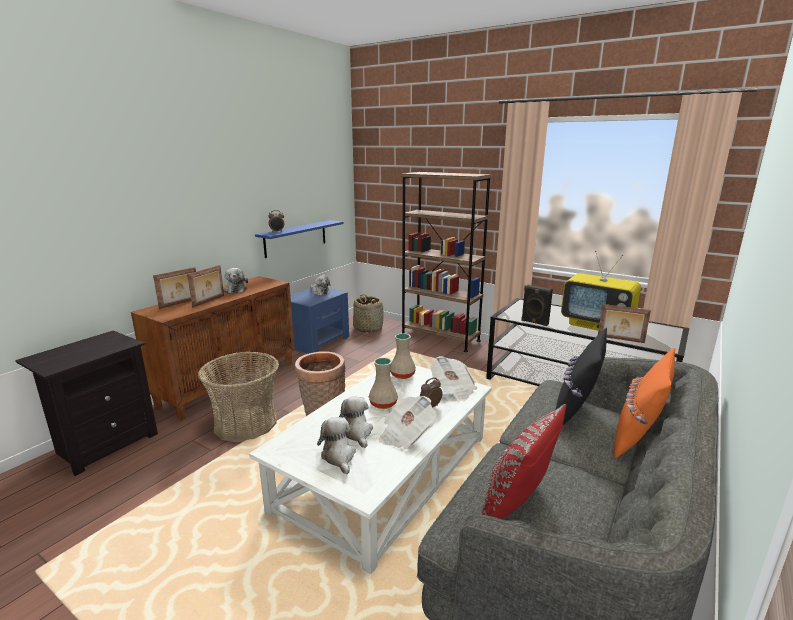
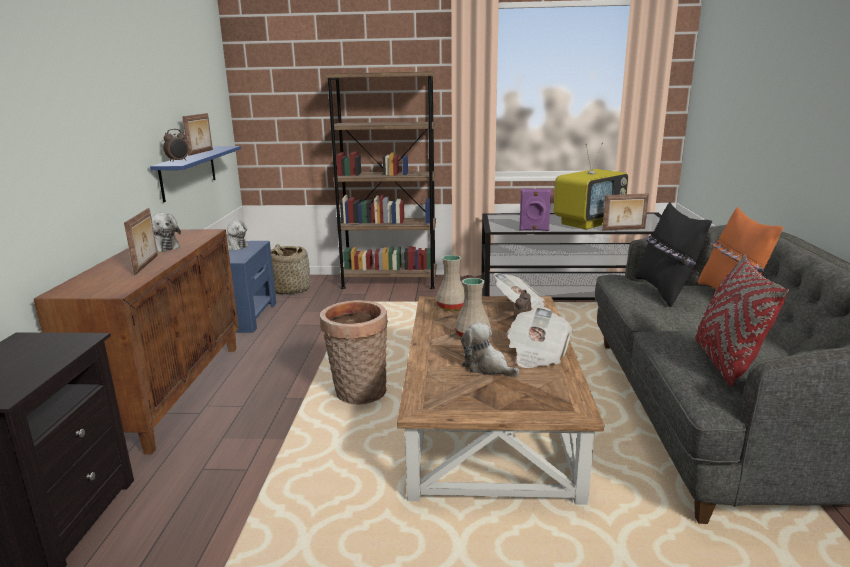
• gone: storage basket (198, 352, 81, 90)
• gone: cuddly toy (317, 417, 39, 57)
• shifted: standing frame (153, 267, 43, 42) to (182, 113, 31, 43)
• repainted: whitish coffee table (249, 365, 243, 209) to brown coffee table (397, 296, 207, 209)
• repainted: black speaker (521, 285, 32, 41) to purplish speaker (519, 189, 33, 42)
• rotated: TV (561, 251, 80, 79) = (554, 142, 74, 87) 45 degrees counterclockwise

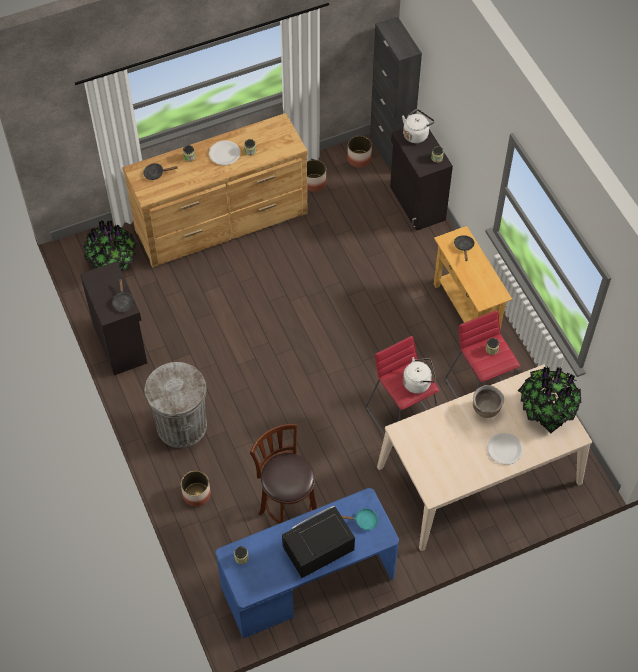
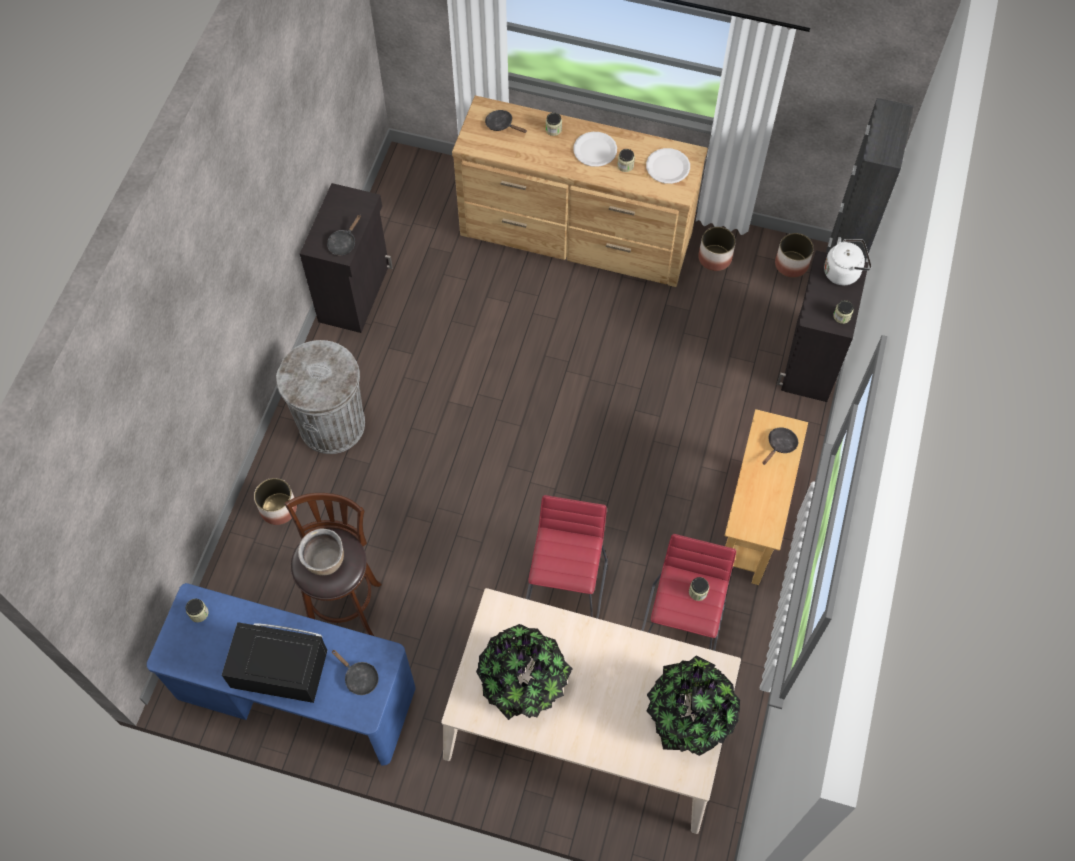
• gone: whitish tea kettle (403, 357, 33, 36)
• shifted: plant in a pot (83, 221, 54, 50) to (476, 624, 97, 96)
• shifted: brown saucepot (473, 385, 31, 33) to (298, 528, 46, 47)
• shifted: whitish plate (487, 433, 36, 32) to (646, 148, 44, 36)
• repainted: turquoise frying pan (341, 509, 37, 21) to black frying pan (332, 650, 46, 45)

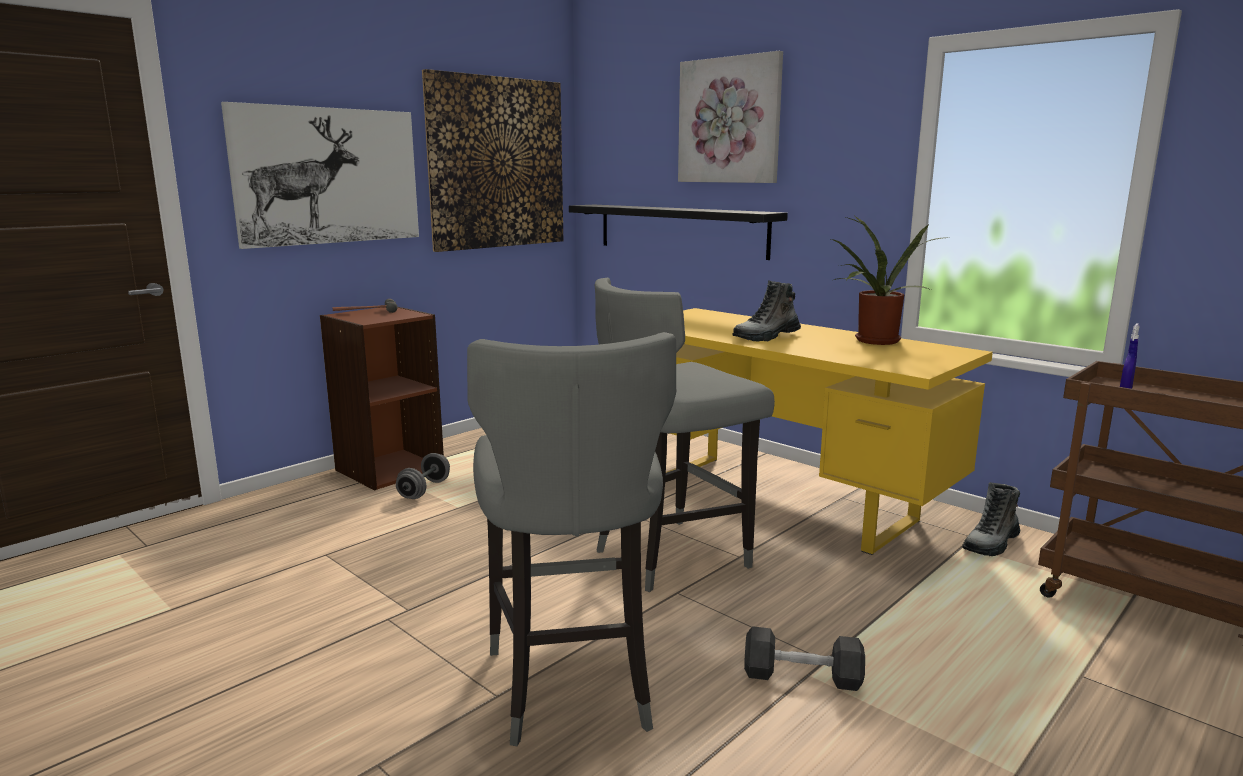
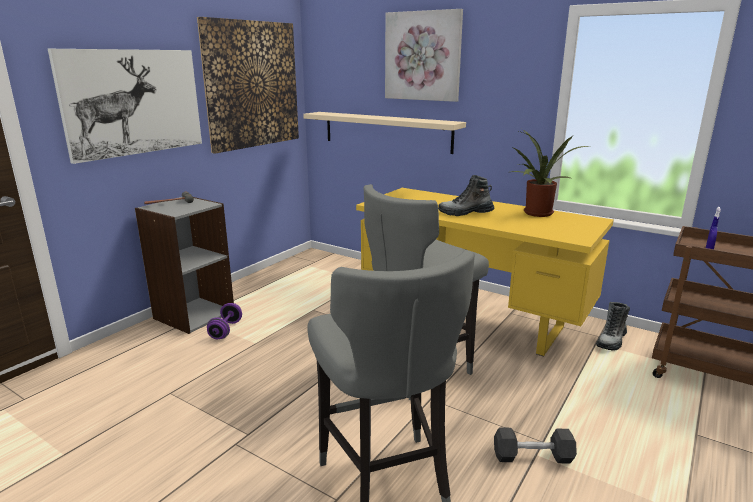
• repainted: brown bookcase (320, 307, 124, 183) to greyish bookcase (135, 197, 99, 137)
• repainted: greyish free weight (396, 453, 54, 46) to purplish free weight (207, 303, 35, 36)
• repainted: black shelf (569, 205, 219, 55) to sand-coloured shelf (303, 112, 163, 42)
• rotated: boot (733, 280, 68, 62) = (438, 175, 56, 41) 45 degrees clockwise

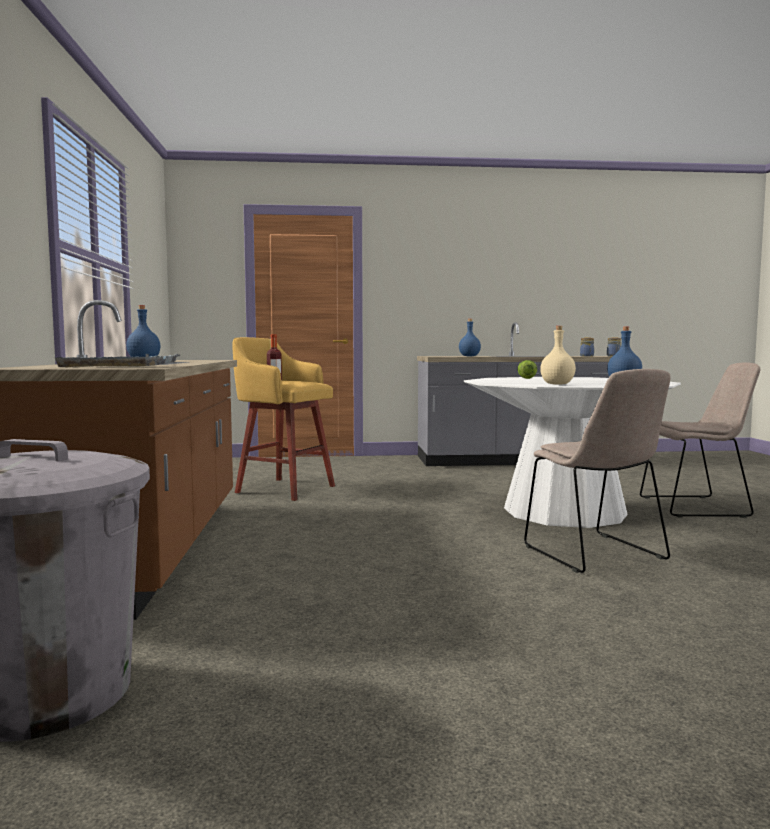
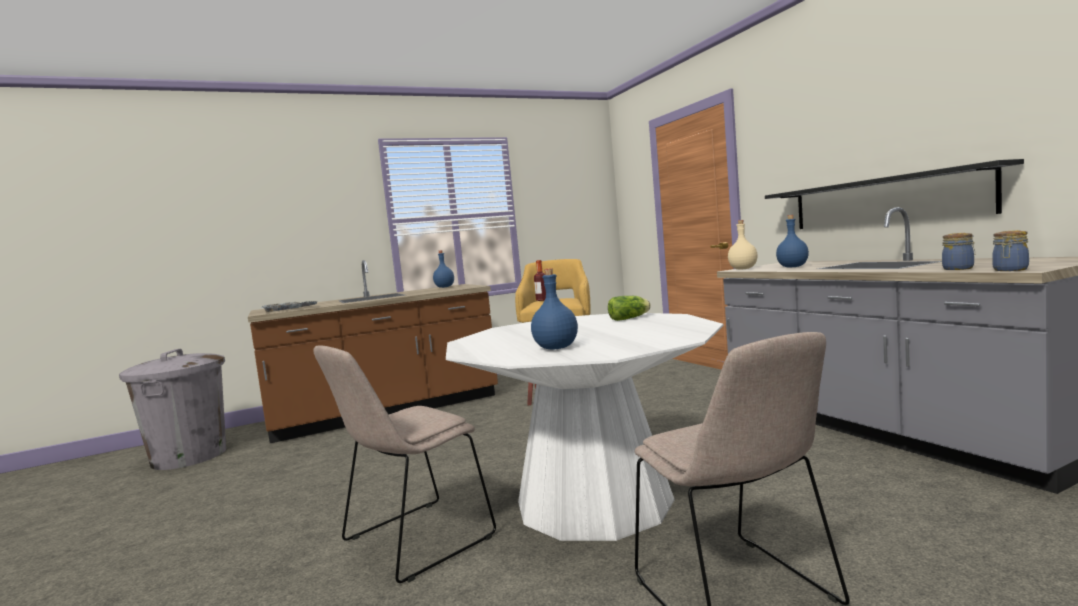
• new: black shelf (765, 159, 259, 70)
• shifted: sand-coloured bottle (540, 326, 36, 59) to (728, 220, 29, 49)

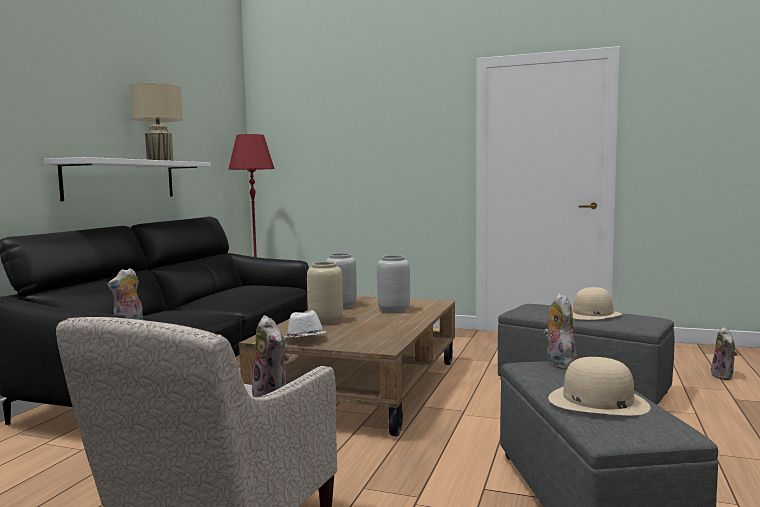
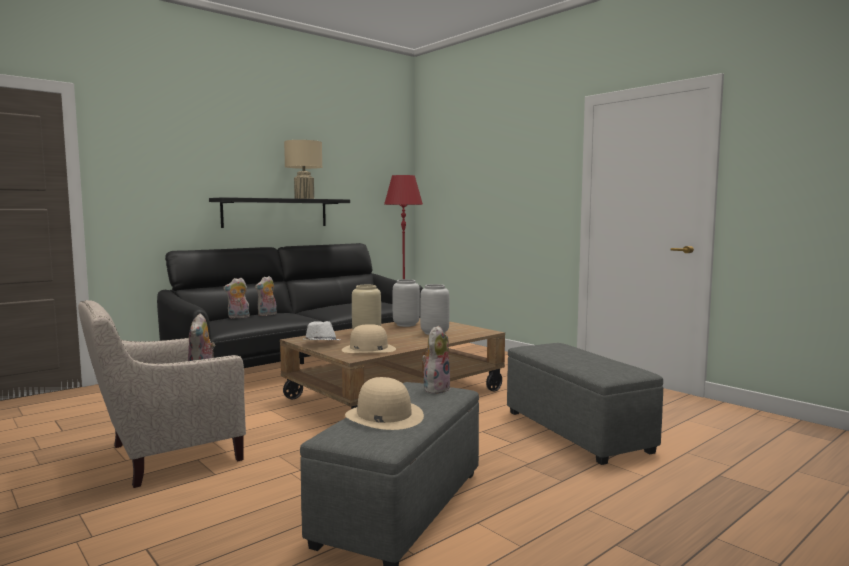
• shifted: sand-coloured hat (572, 287, 50, 33) to (342, 324, 54, 29)
• shifted: cuddly toy (711, 327, 27, 53) to (255, 276, 22, 40)
• repainted: whitish shelf (44, 157, 167, 44) to black shelf (209, 197, 141, 31)

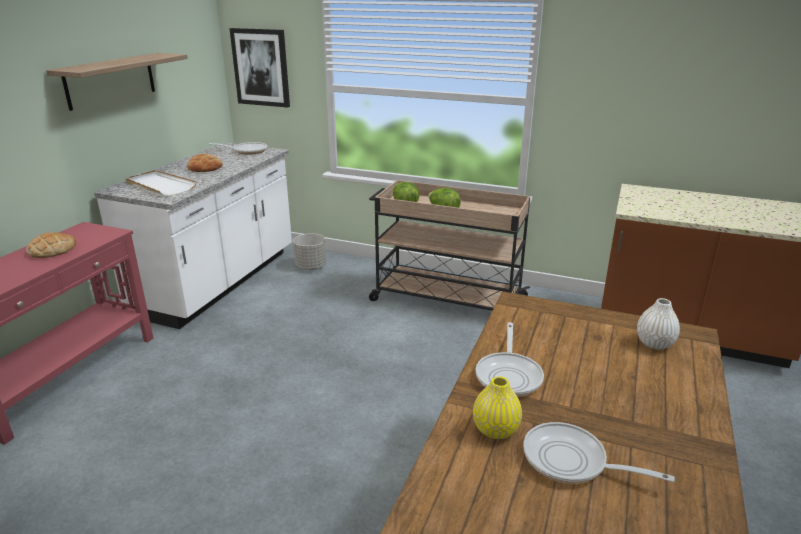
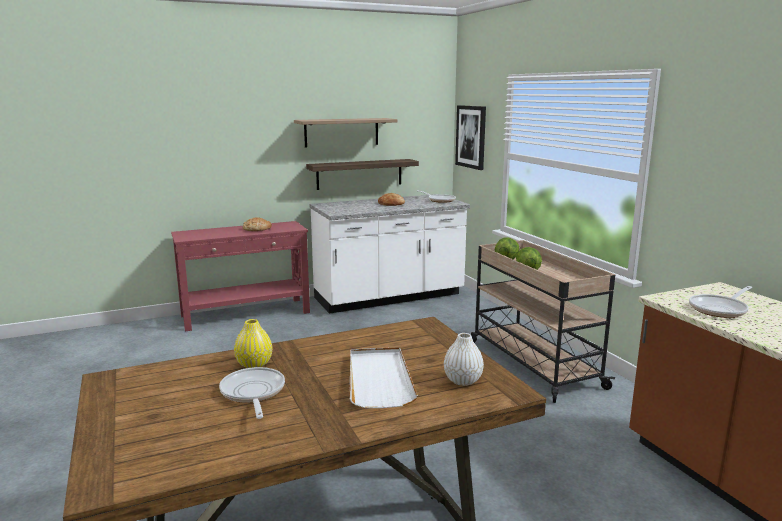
• gone: greyish planter (293, 233, 33, 37)
• new: shelf (306, 159, 113, 31)
• shifted: whitish serving tray (125, 170, 72, 26) to (349, 347, 69, 61)
• shifted: frying pan (476, 322, 68, 75) to (689, 286, 63, 32)

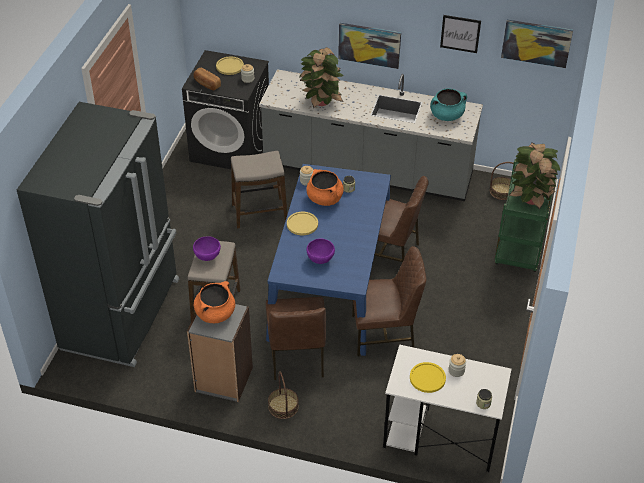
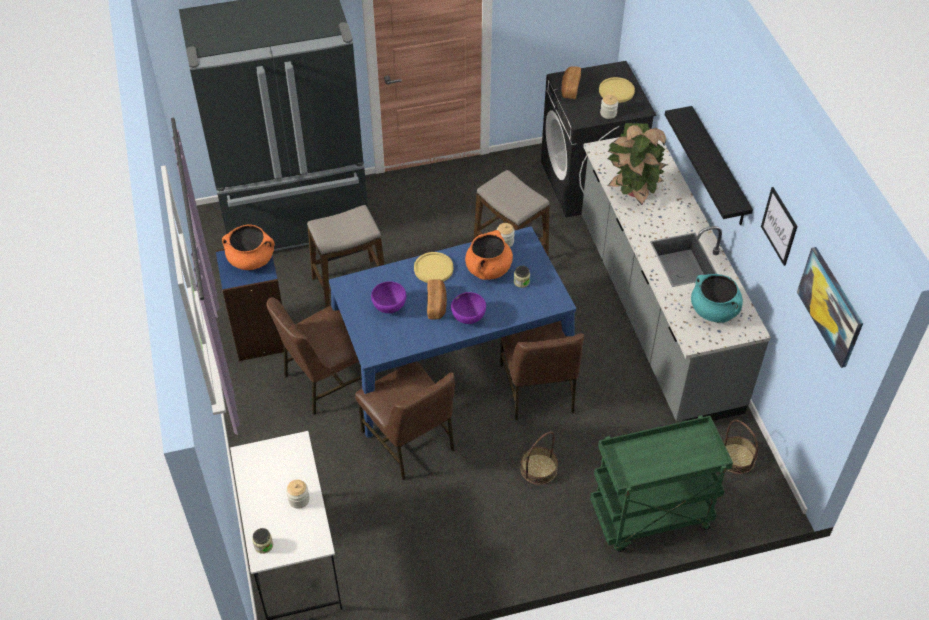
• gone: yellowish plate (410, 362, 36, 31)
• gone: plant in a pot (508, 142, 52, 68)
• new: bread (427, 279, 20, 41)
• shifted: purplish serving bowl (193, 236, 28, 25) to (451, 292, 35, 32)
• shifted: storage basket (268, 371, 31, 48) to (520, 431, 38, 54)
• swapped: wall picture (338, 23, 63, 46) to black shelf (665, 106, 88, 119)
• repainted: greyish bookcase (187, 304, 66, 98) to blue-coloured bookcase (215, 249, 73, 112)

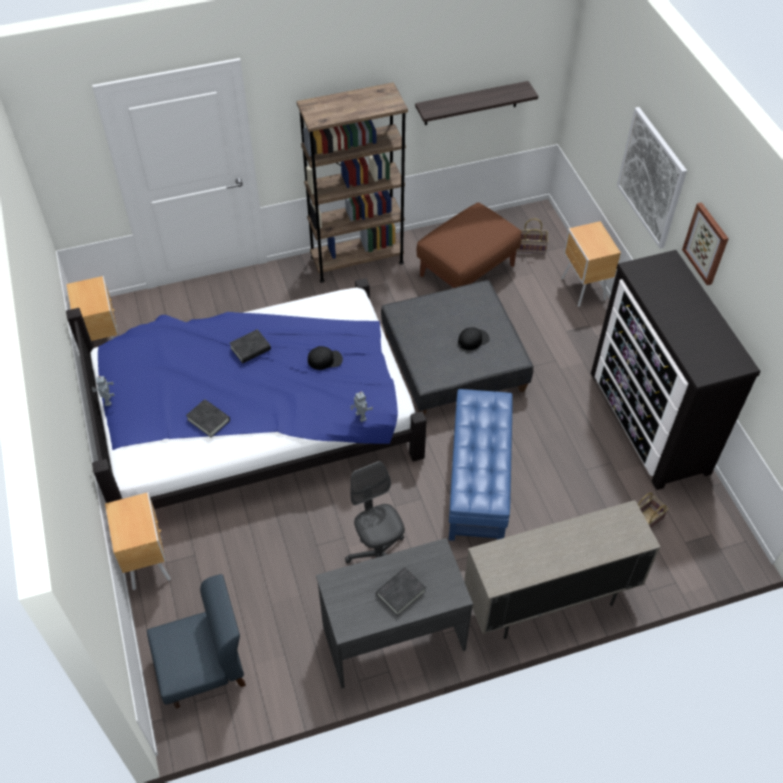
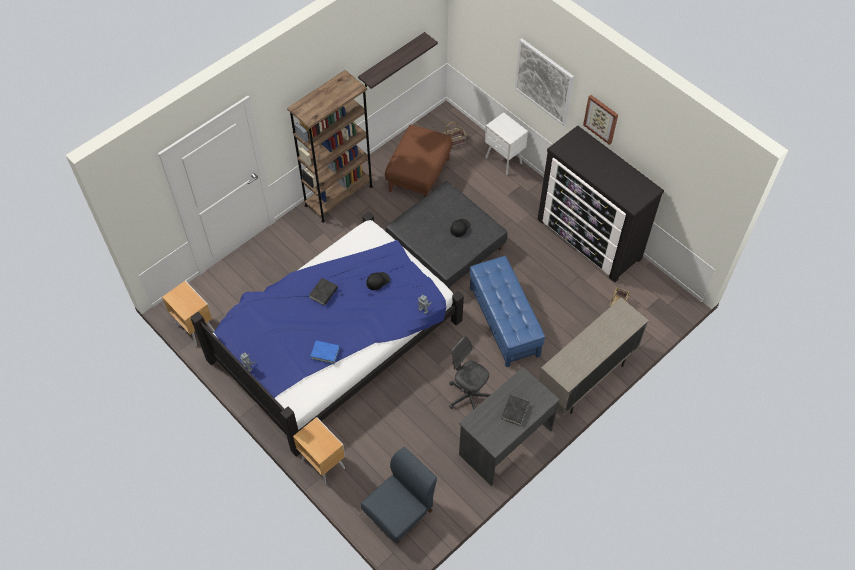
• repainted: black book (186, 399, 44, 38) to blue-coloured book (310, 340, 30, 24)
• repainted: brown bedside table (561, 221, 60, 86) to whitish bedside table (485, 112, 43, 63)

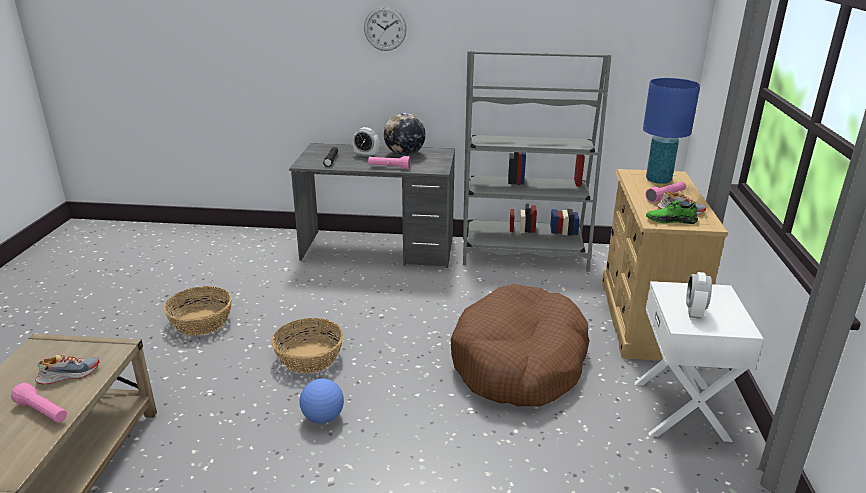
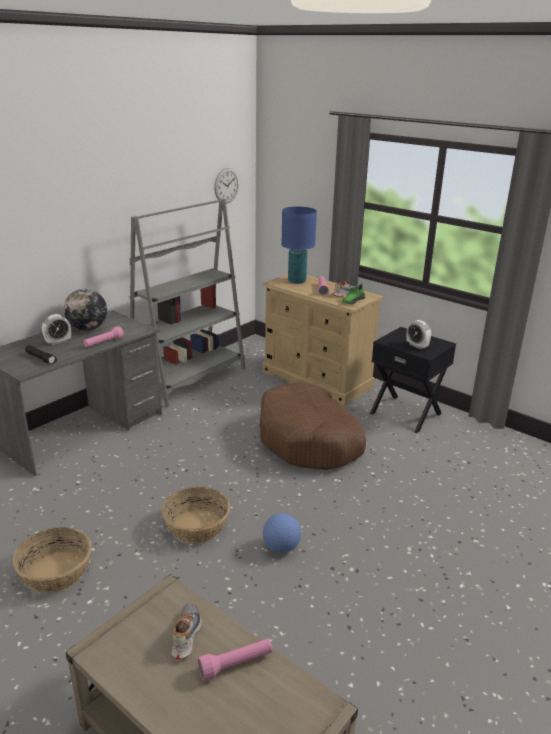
• shifted: hanging clock (364, 6, 43, 45) to (214, 168, 25, 36)
• repainted: whitish bedside table (634, 281, 130, 161) to black bedside table (370, 327, 86, 106)

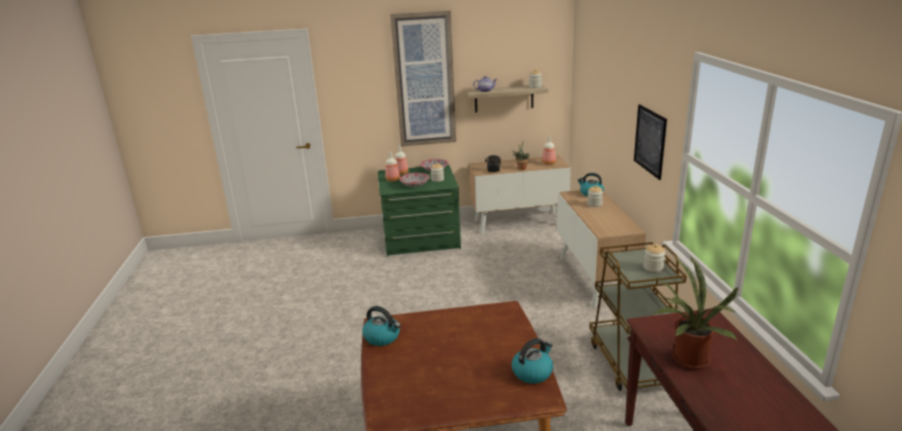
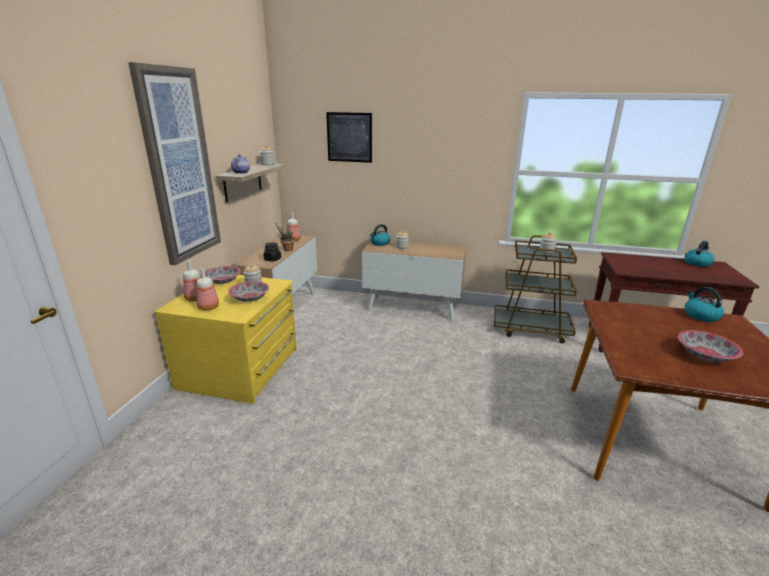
• gone: plant in a pot (652, 256, 86, 113)
• new: serving bowl (678, 330, 65, 32)
• shifted: tea kettle (363, 306, 38, 40) to (685, 241, 29, 26)
• shifted: wall picture (634, 104, 33, 76) to (326, 112, 46, 51)
• repainted: greenish chest of drawers (378, 165, 83, 92) to yellowish chest of drawers (154, 275, 143, 129)

